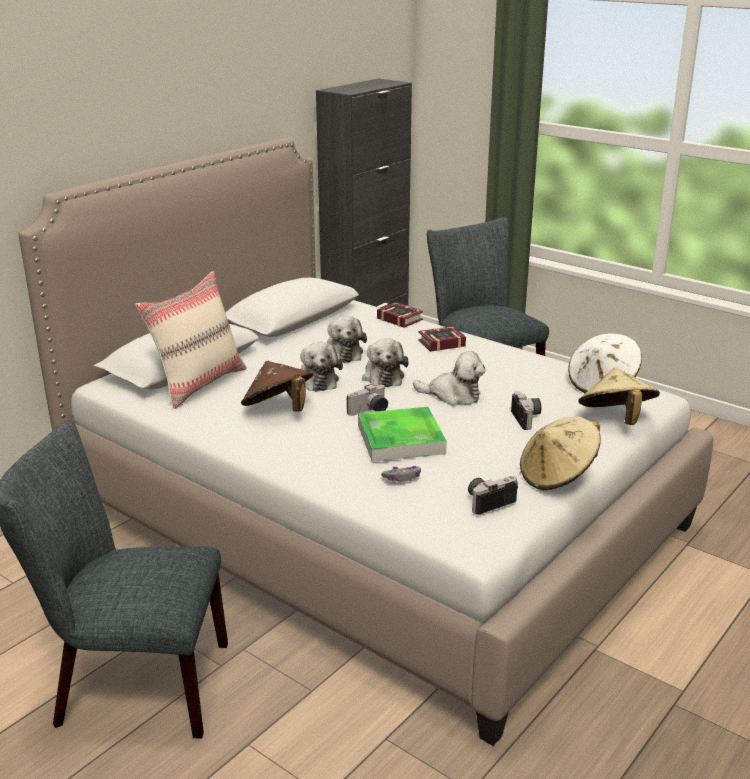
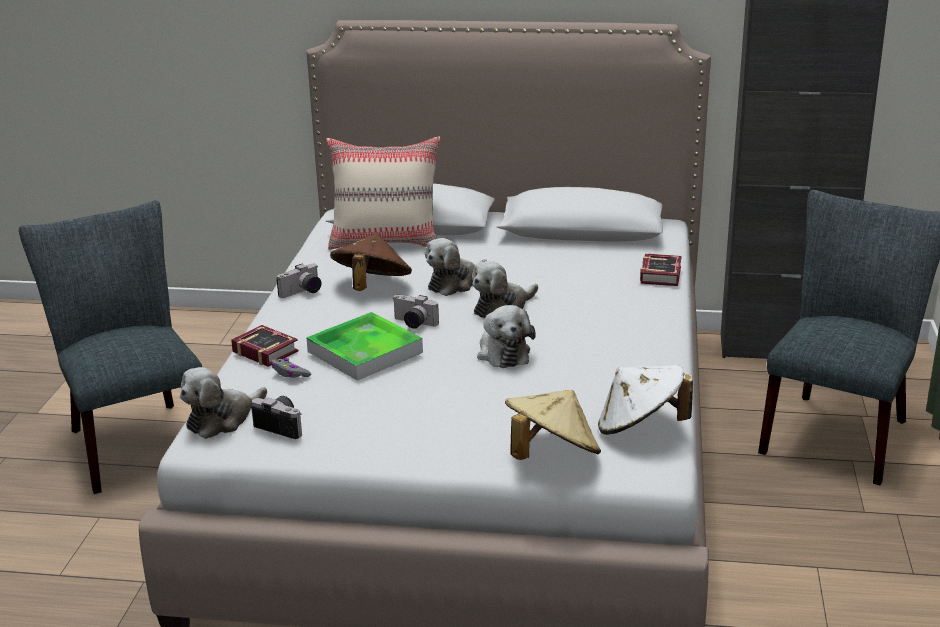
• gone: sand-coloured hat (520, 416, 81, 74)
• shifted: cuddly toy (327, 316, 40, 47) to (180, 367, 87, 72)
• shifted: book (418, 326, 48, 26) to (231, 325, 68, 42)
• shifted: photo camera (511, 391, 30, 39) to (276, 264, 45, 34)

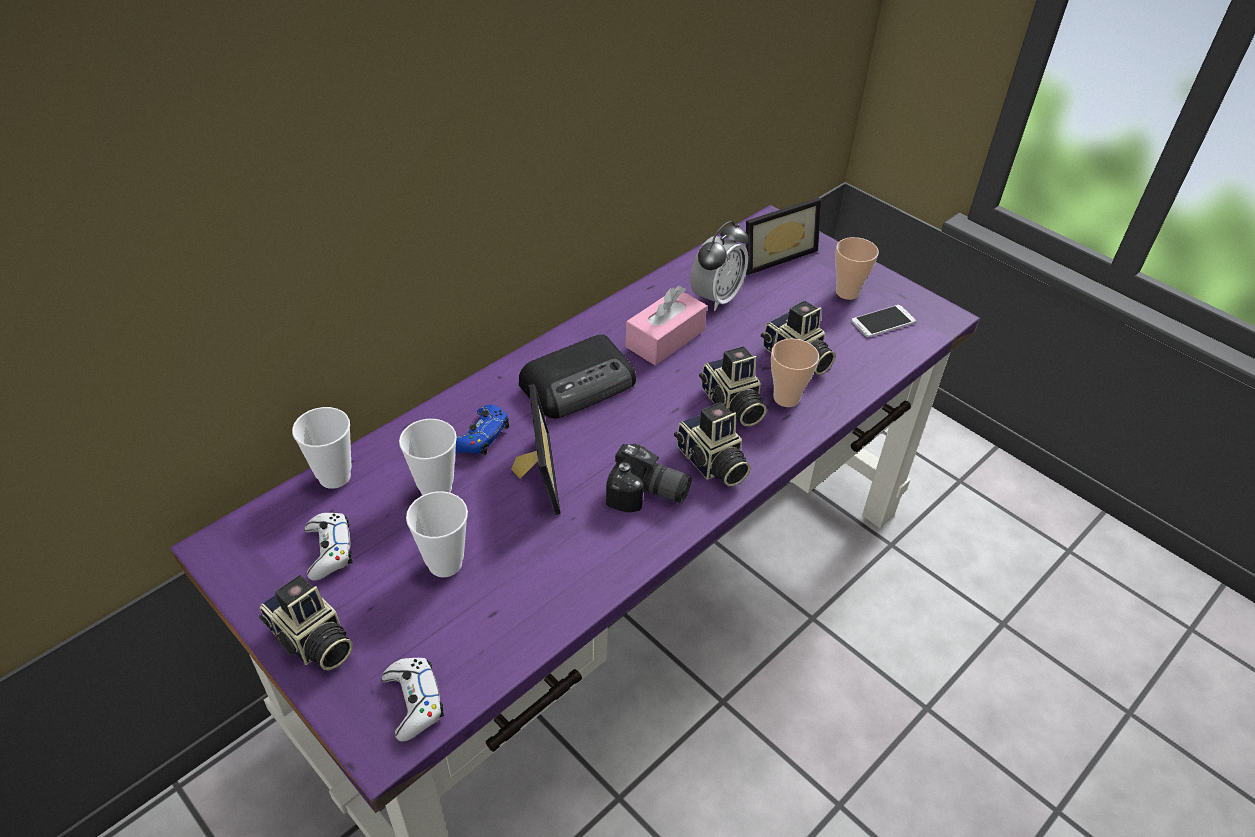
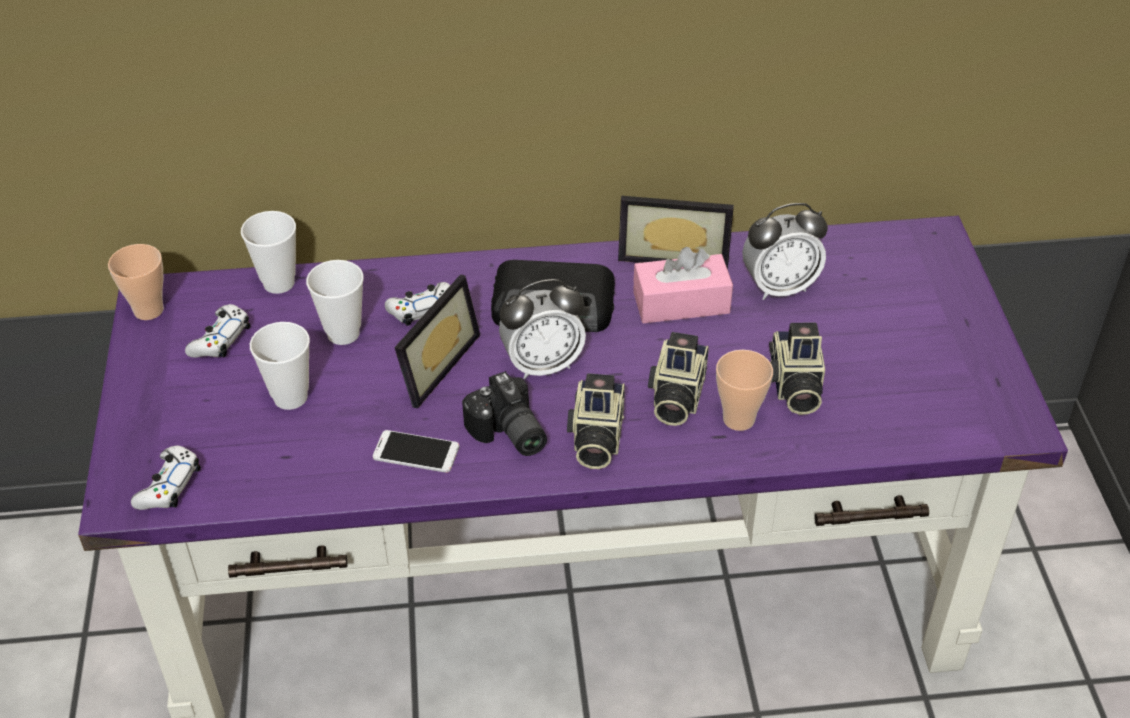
• gone: photo camera (259, 575, 94, 95)
• new: alarm clock (499, 279, 87, 100)
• shifted: standing frame (746, 197, 75, 78) to (618, 196, 116, 73)
• shifted: small cup (835, 237, 44, 63) to (108, 244, 56, 76)
• shifted: telephone (851, 305, 65, 32) to (373, 430, 86, 43)
• repainted: blue-coloured game controller (455, 405, 54, 50) to whitish game controller (385, 282, 65, 44)

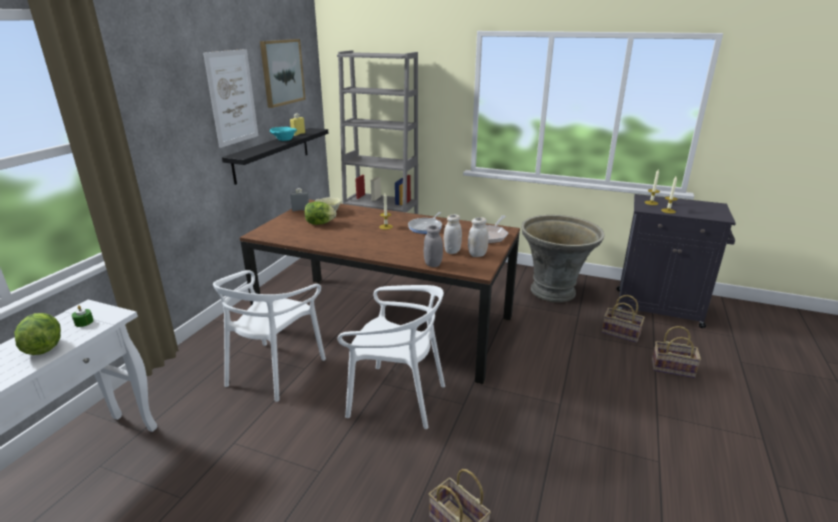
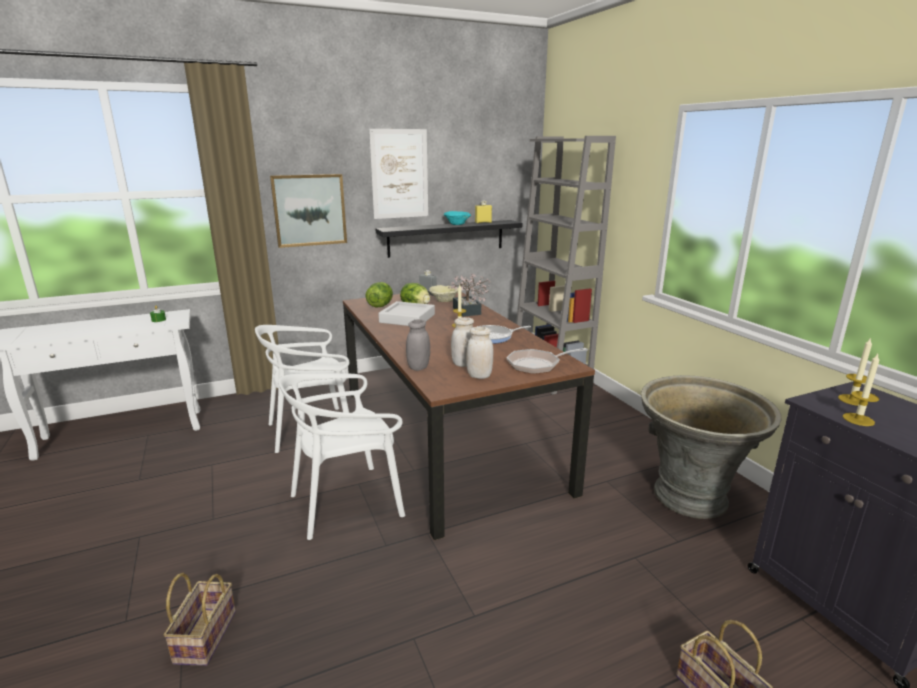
• gone: storage basket (602, 295, 43, 48)
• new: greyish serving tray (378, 301, 57, 25)
• new: plant in a pot (448, 273, 43, 44)
• shifted: head of lettuce (14, 313, 47, 42) to (365, 282, 28, 25)
• shifted: wall picture (260, 39, 46, 69) to (270, 174, 77, 74)
• rotated: whitish upright chair (337, 285, 108, 144) = (278, 373, 127, 167) 90 degrees clockwise

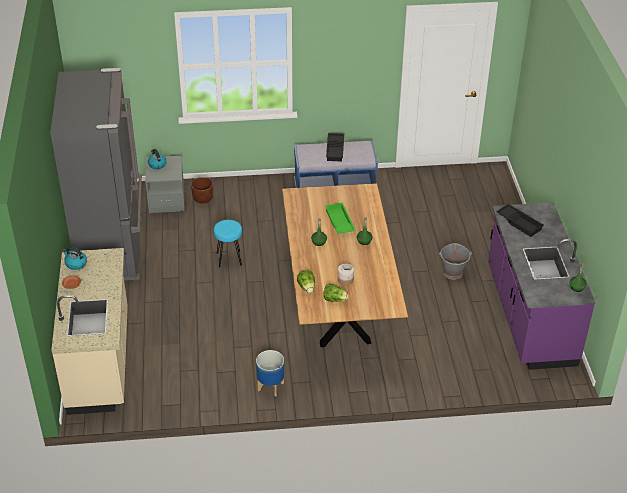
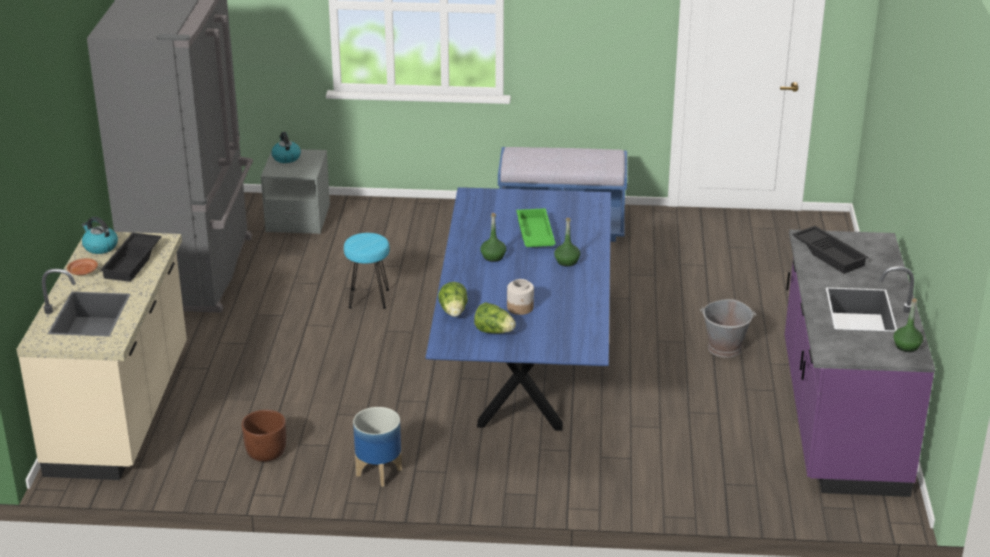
• shifted: brown planter (191, 177, 22, 27) to (242, 410, 44, 52)
• shifted: black serving tray (326, 133, 18, 29) to (100, 233, 62, 49)
• repainted: brown dining table (282, 183, 126, 164) to blue-coloured dining table (425, 187, 186, 244)

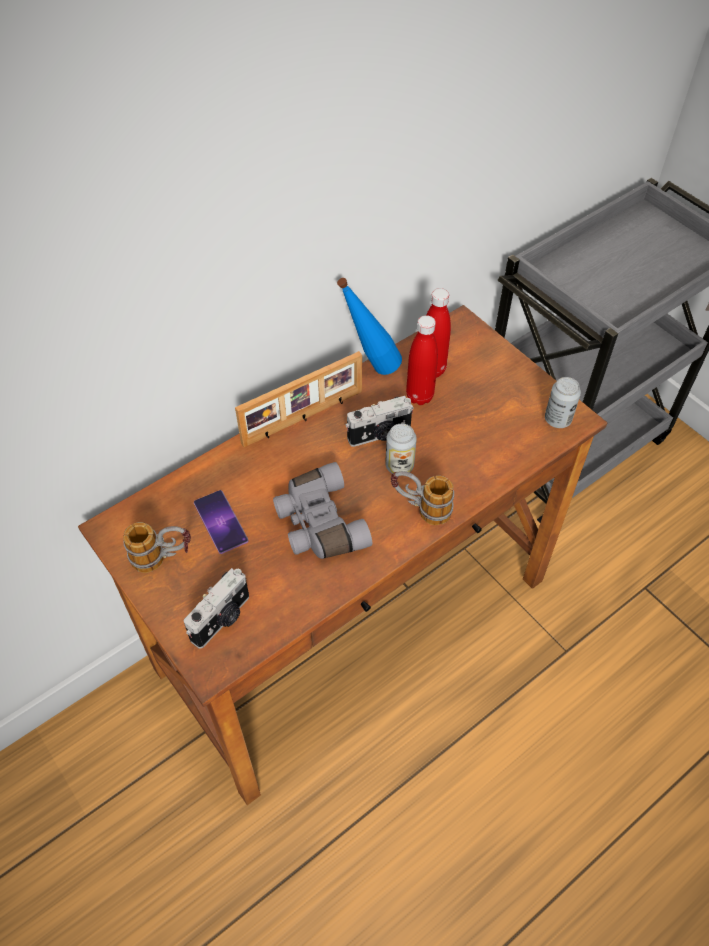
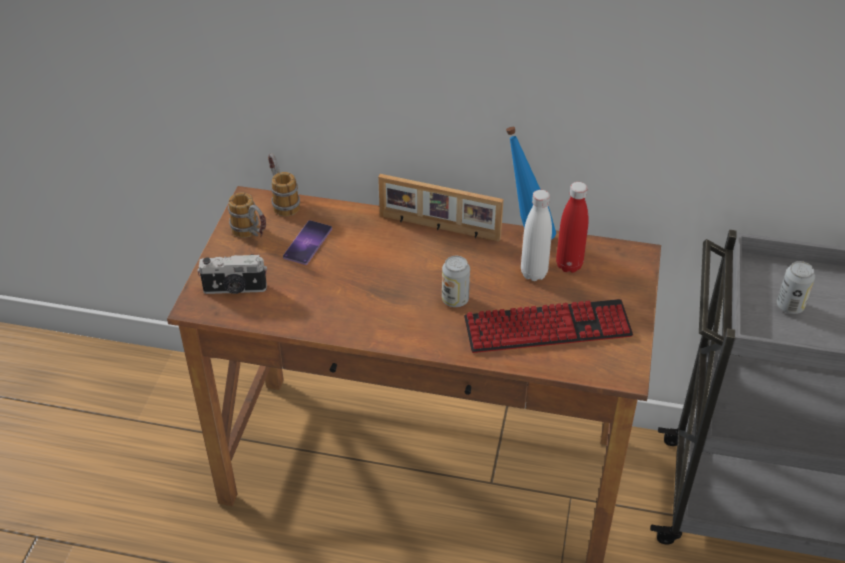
• gone: greyish binoculars (273, 462, 99, 97)
• gone: photo camera (346, 396, 68, 51)
• new: keyboard (464, 299, 169, 54)
• shifted: coffee mug (391, 471, 63, 54) to (268, 154, 32, 62)
• shifted: can (545, 377, 36, 51) to (777, 261, 38, 53)
• repainted: reddish bottle (406, 315, 32, 90) to whitish bottle (521, 190, 31, 91)

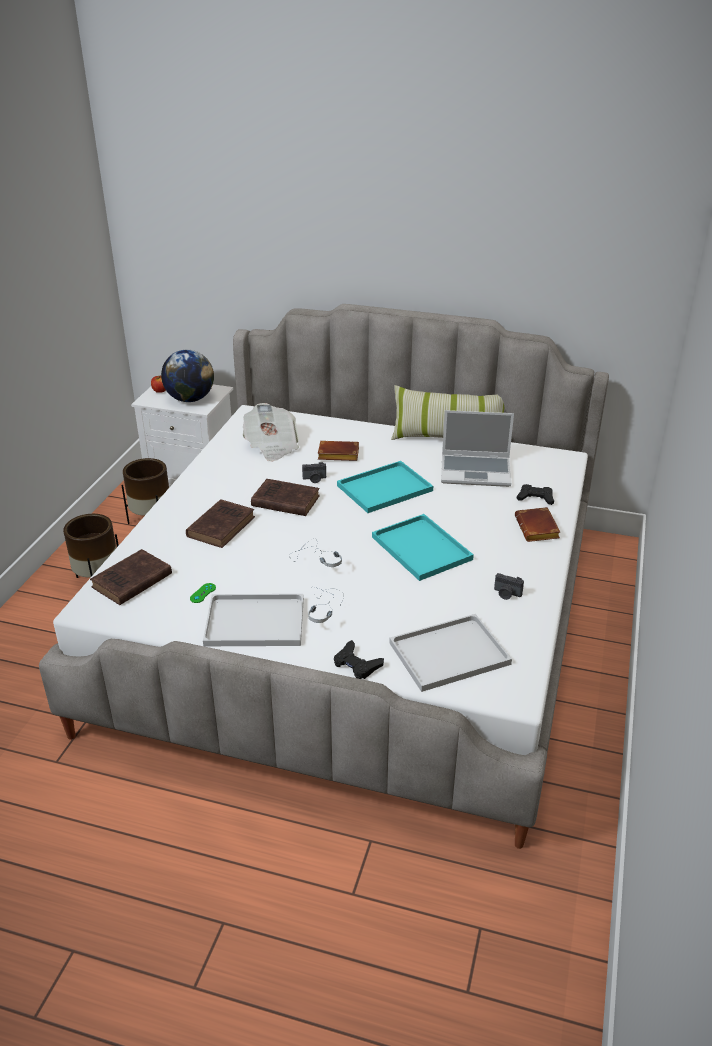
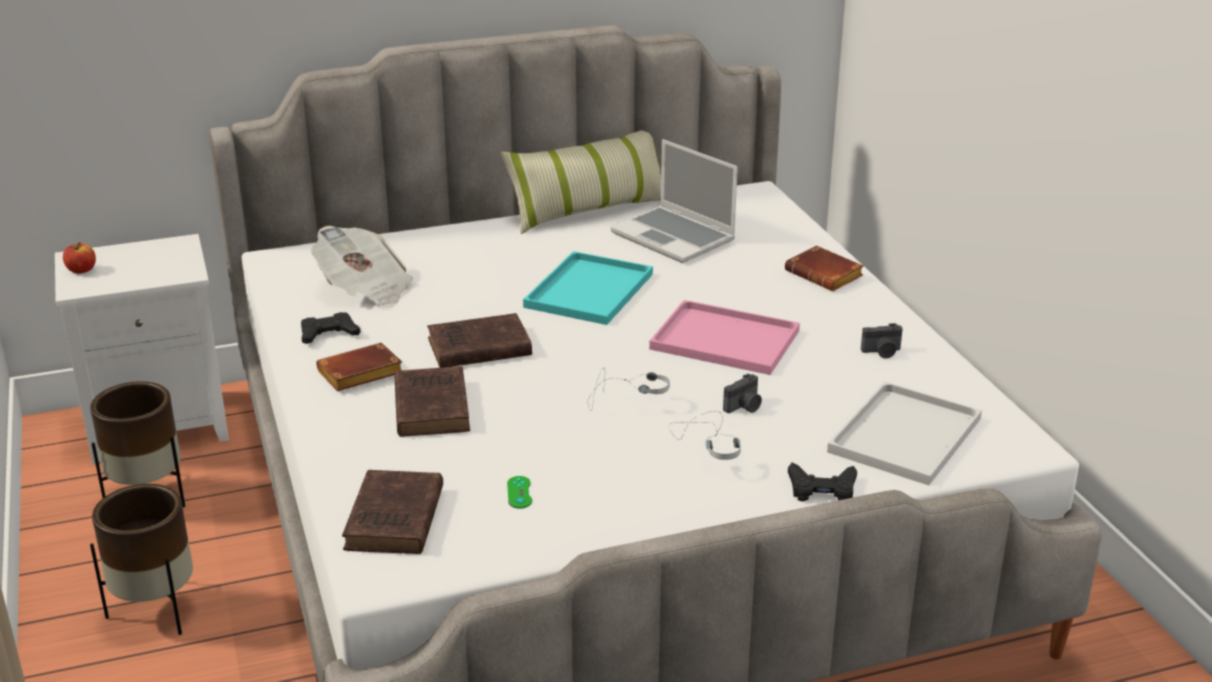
• gone: desk globe (161, 350, 53, 52)
• gone: whitish serving tray (203, 594, 101, 52)
• shifted: photo camera (302, 462, 24, 21) to (723, 373, 39, 40)
• shifted: brown book (318, 441, 41, 20) to (316, 343, 86, 48)
• shifted: black game controller (517, 484, 37, 21) to (301, 312, 60, 32)
• repainted: turquoise serving tray (372, 514, 102, 67) to pinkish serving tray (649, 300, 151, 75)
• rotated: portable computer (441, 410, 73, 77) = (611, 139, 127, 124) 75 degrees clockwise

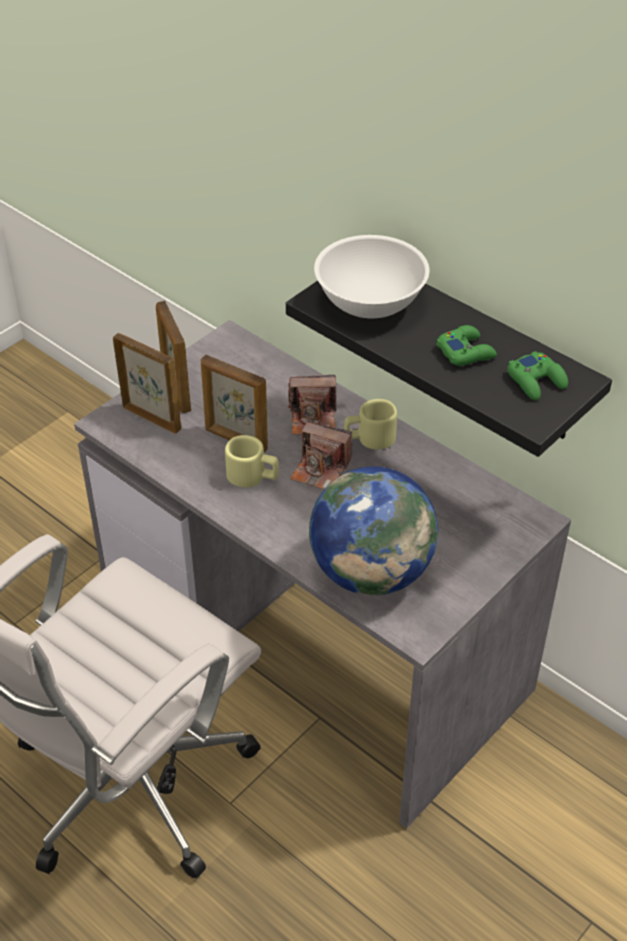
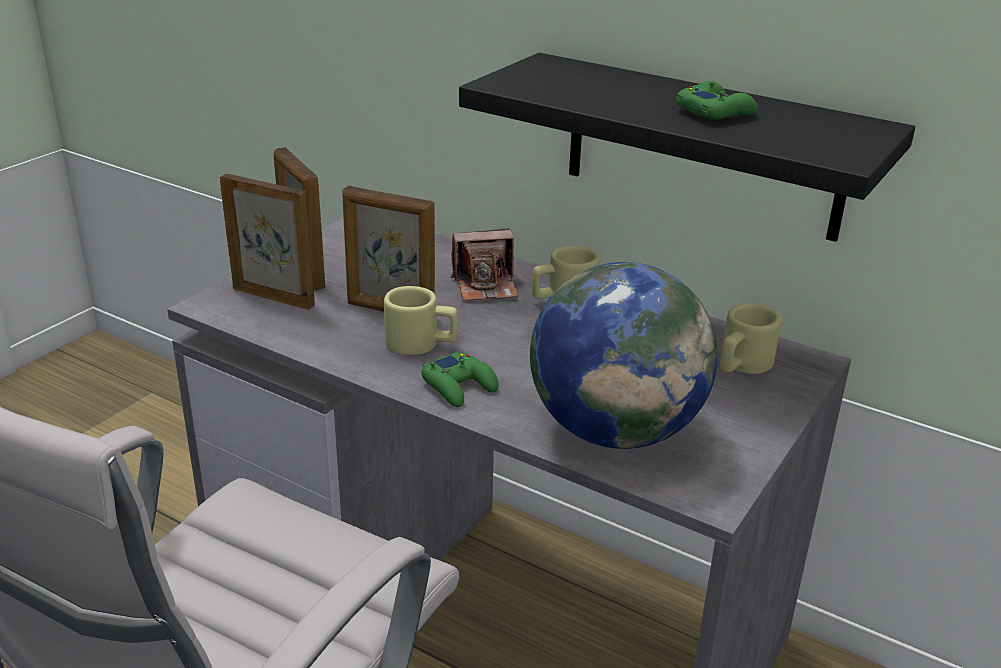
• gone: photo camera (290, 422, 62, 67)
• gone: whitish serving bowl (314, 235, 115, 83)
• new: sand-coloured coffee mug (720, 303, 62, 71)
• shifted: greenish game controller (507, 351, 61, 50) to (422, 352, 77, 55)

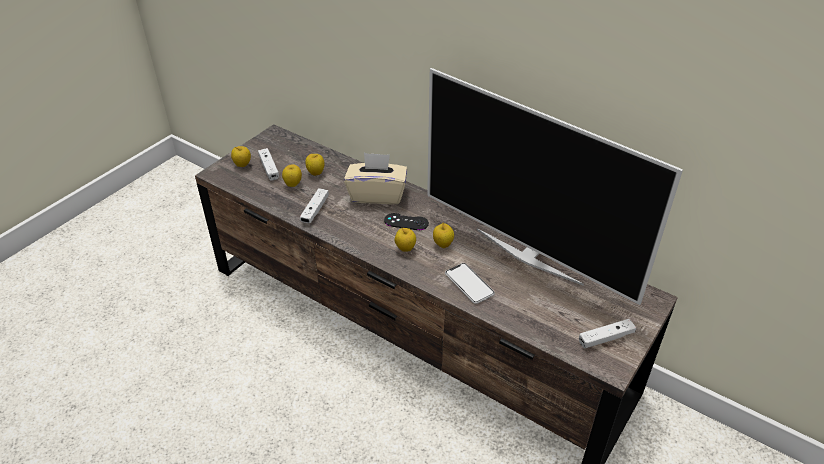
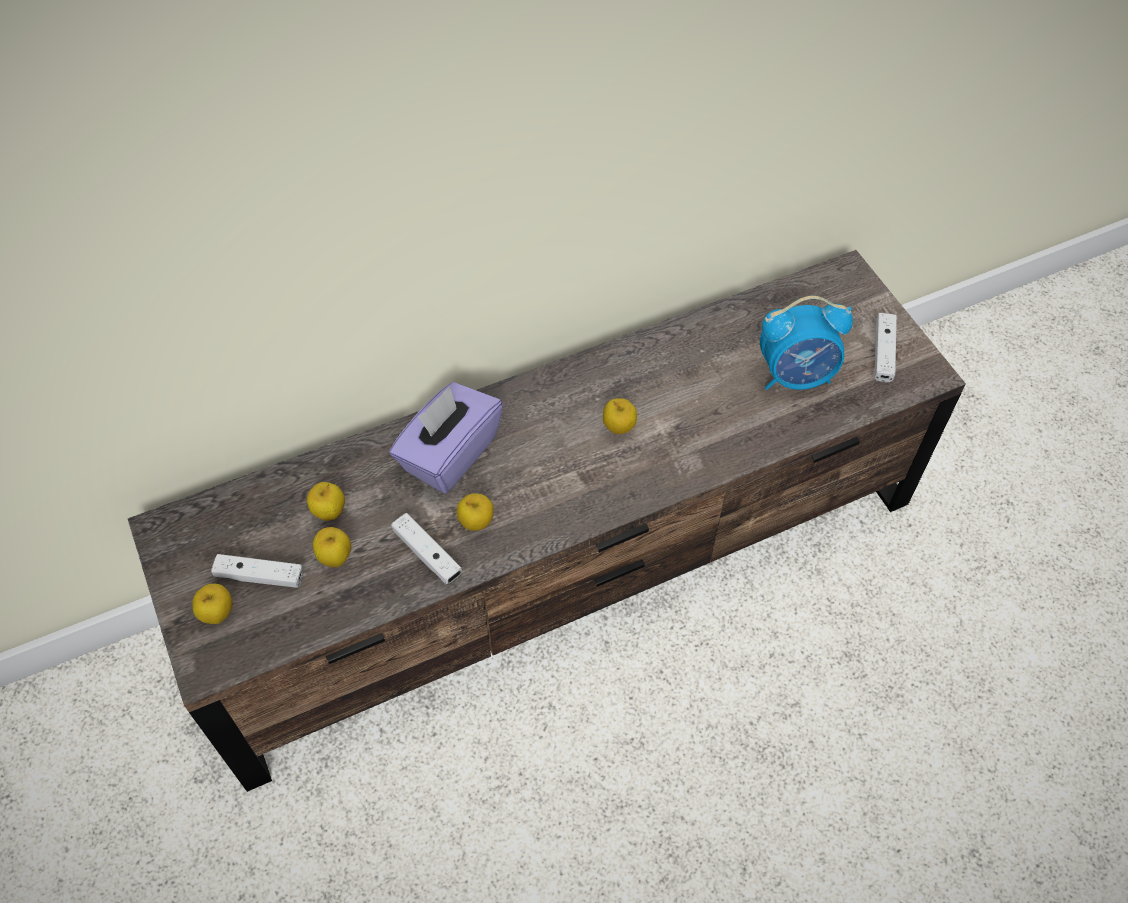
• gone: black game controller (384, 213, 45, 17)
• gone: TV (427, 68, 256, 237)
• gone: telephone (445, 263, 50, 41)
• new: alarm clock (760, 296, 93, 94)
• shifted: apple fruit (395, 227, 21, 25) to (457, 493, 37, 38)
• repainted: sand-coloured tissue box (344, 153, 63, 51) to purplish tissue box (389, 382, 114, 111)

